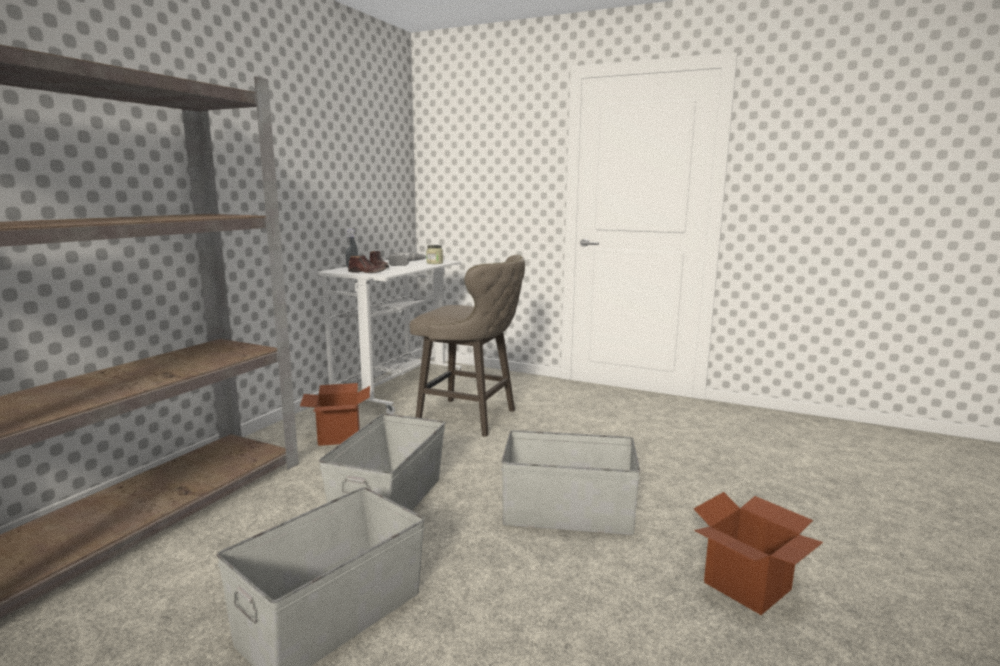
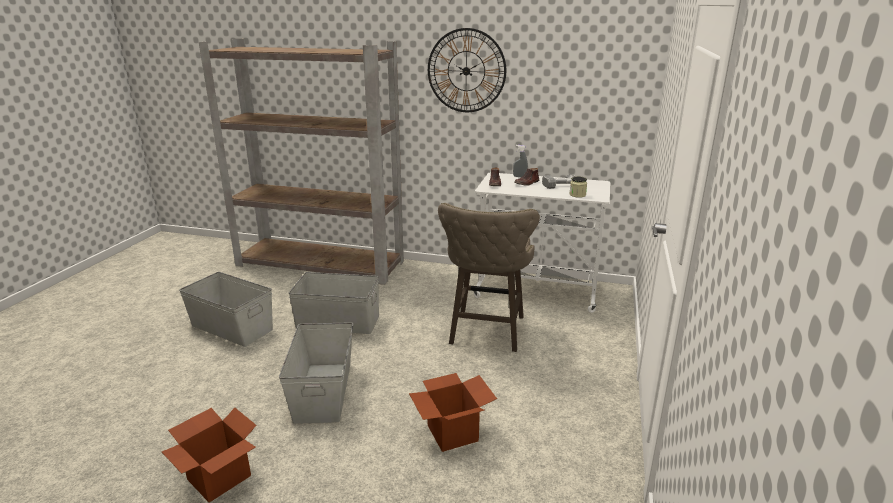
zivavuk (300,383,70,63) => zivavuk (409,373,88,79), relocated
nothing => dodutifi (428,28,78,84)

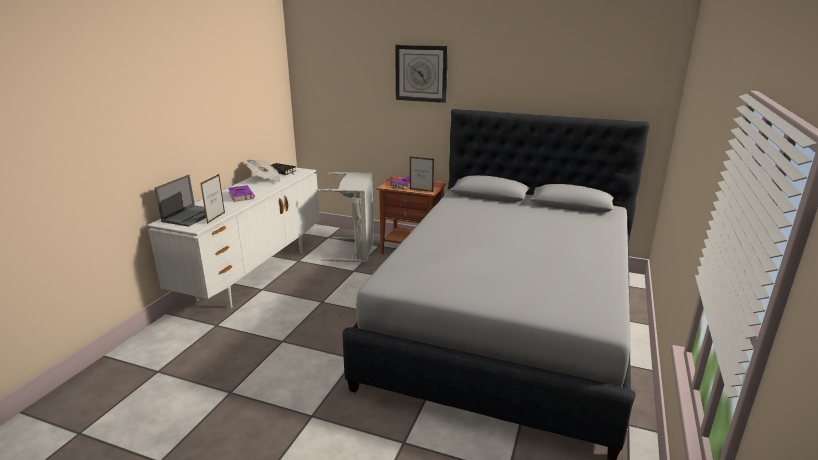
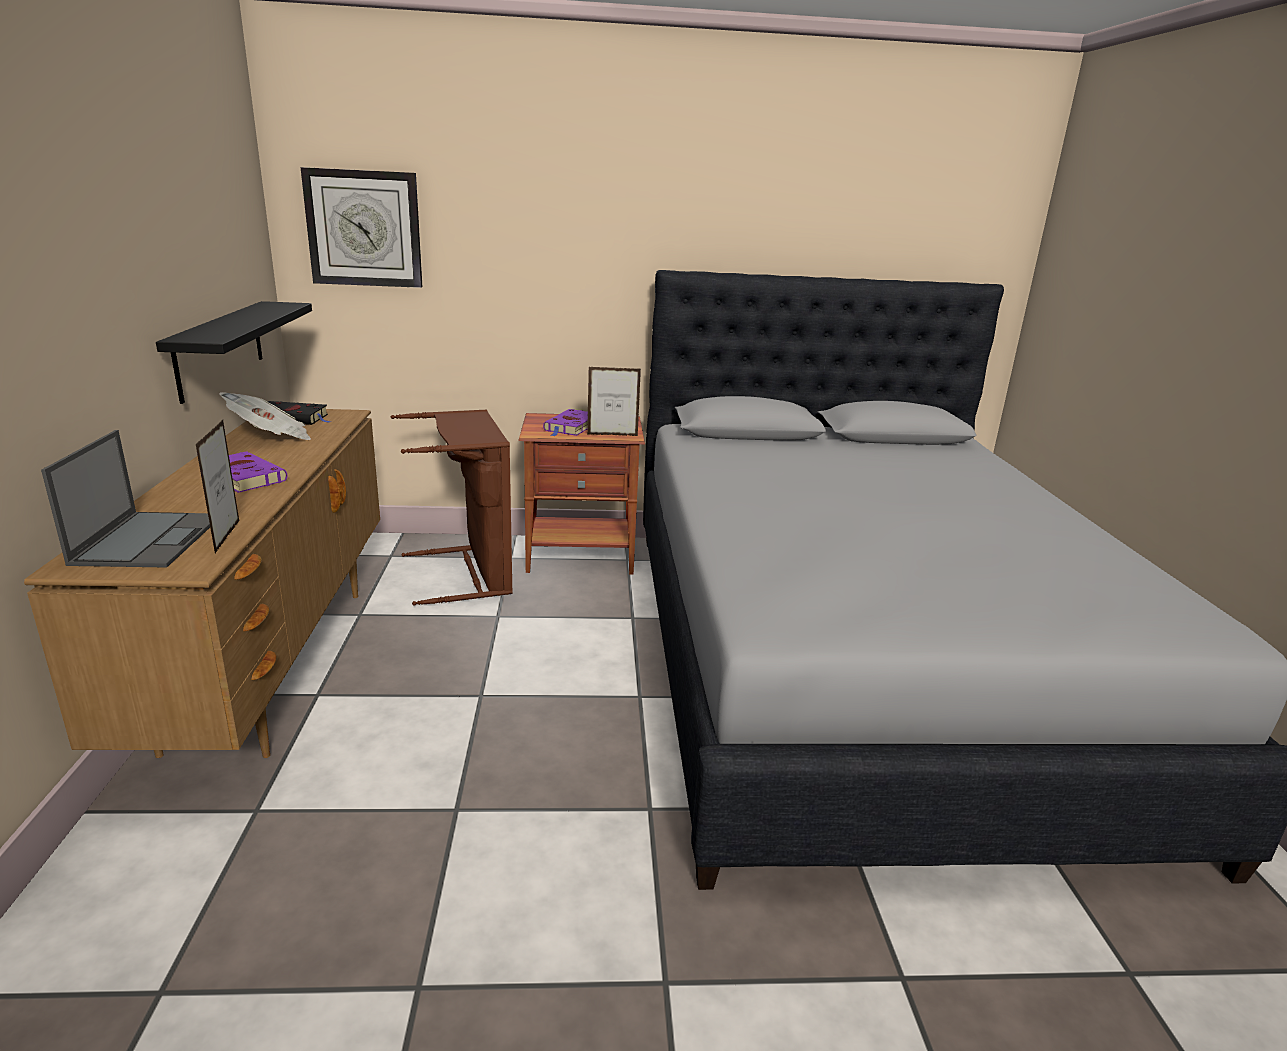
dodutifi (395,45,53,58) => dodutifi (300,167,123,121), relocated
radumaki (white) (147,168,173,141) => radumaki (brown) (24,409,356,349)
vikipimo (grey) (316,172,58,90) => vikipimo (brown) (391,410,122,195)
nothing => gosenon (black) (156,301,156,103)

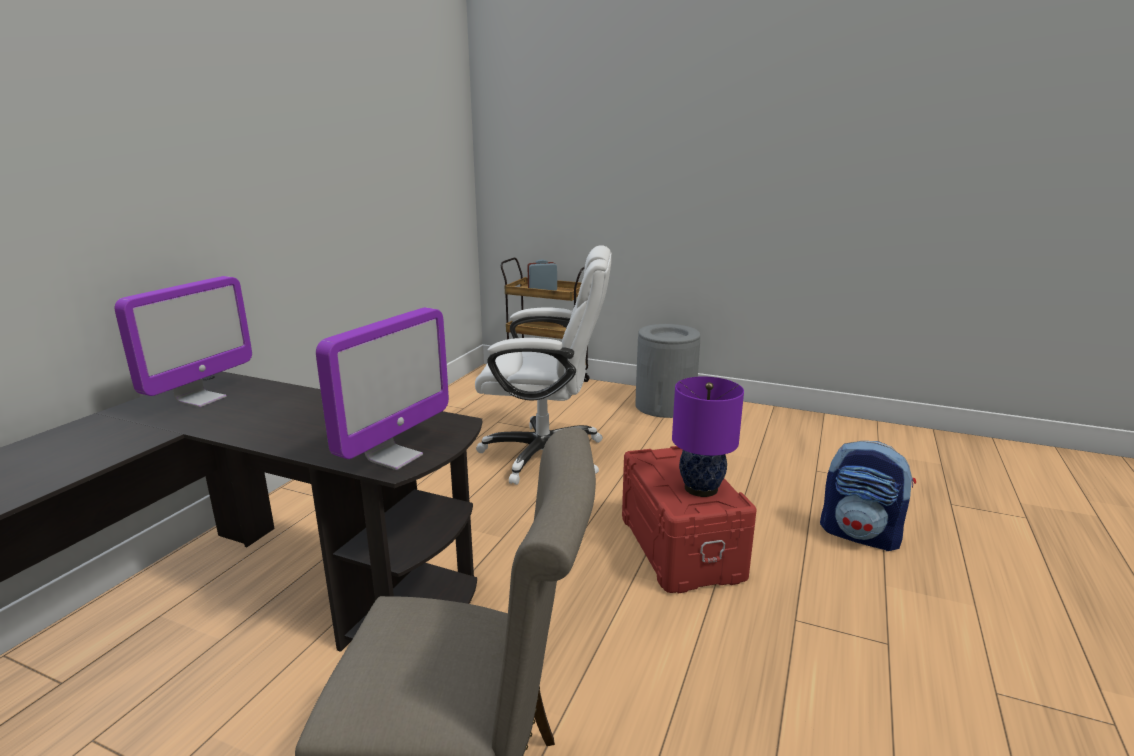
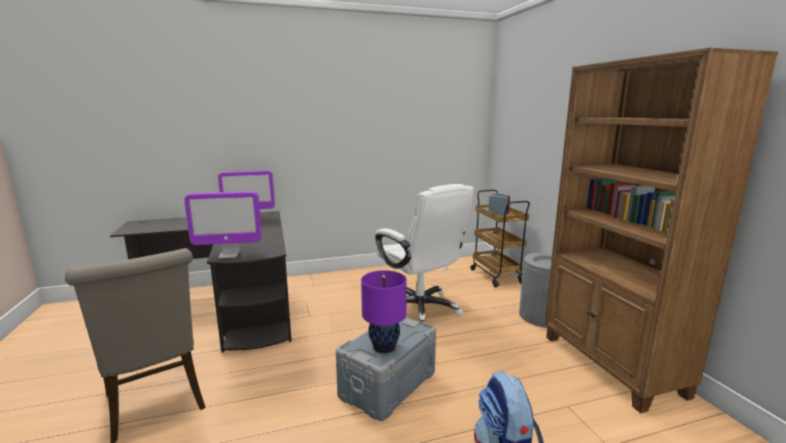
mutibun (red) (622,446,135,147) => mutibun (grey) (336,316,100,105)
nothing => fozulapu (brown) (545,48,233,365)

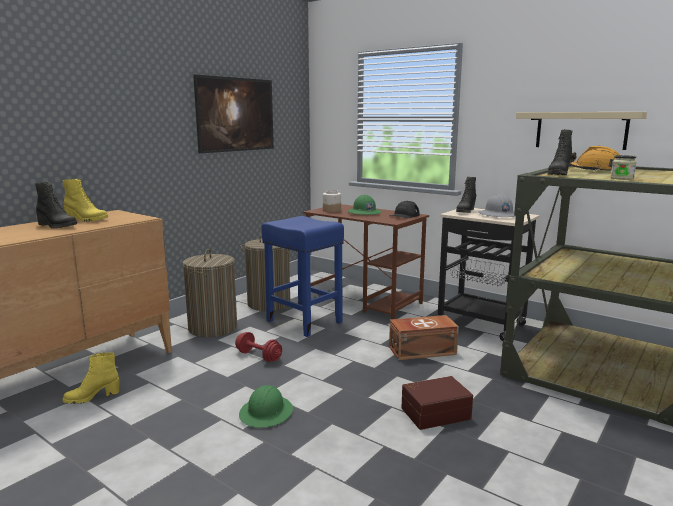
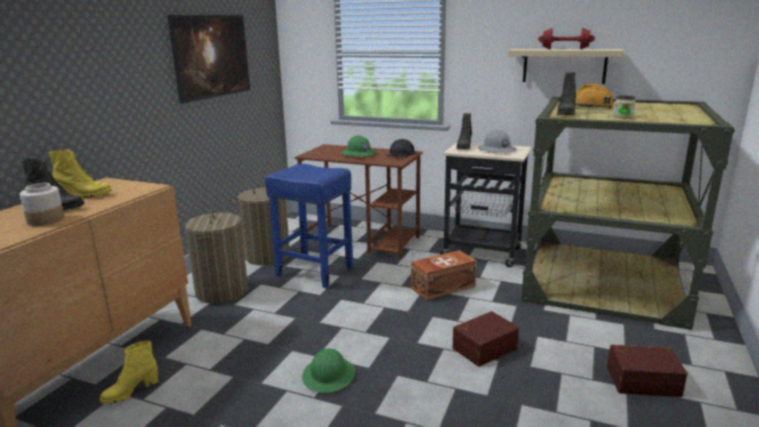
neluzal (323,190,18,22) => neluzal (20,183,45,43), relocated
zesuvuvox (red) (235,332,47,30) => zesuvuvox (red) (538,28,57,21), relocated
nothing => mutibun (brown) (607,345,81,52)

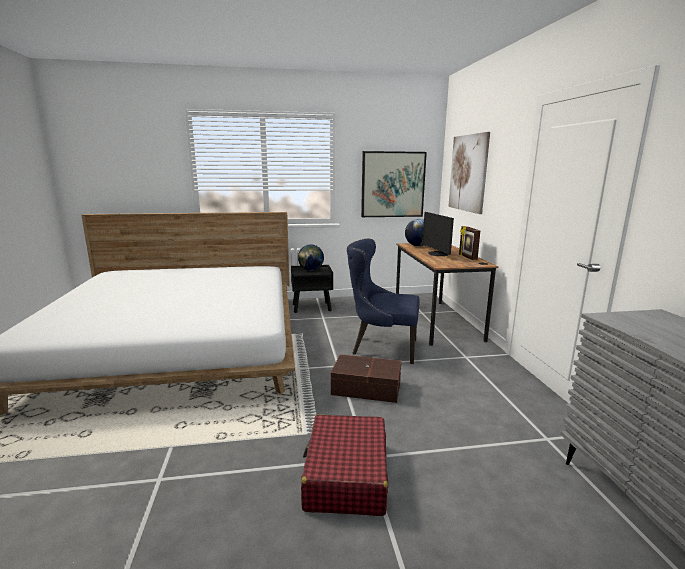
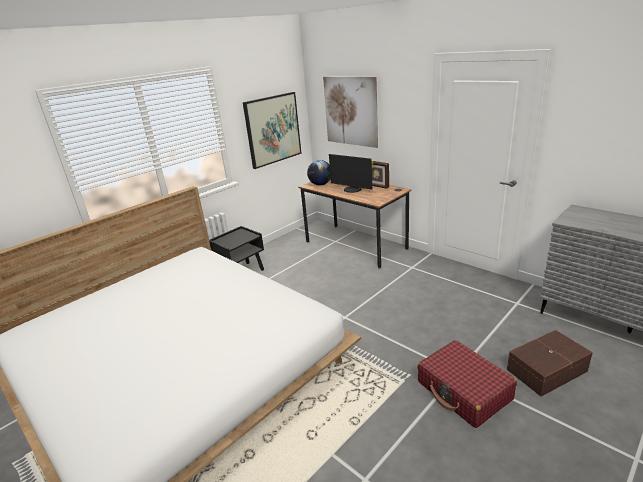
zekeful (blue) (347,239,73,125) => nothing
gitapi (298,245,26,26) => nothing
mutibun (brown) (331,354,70,49) => mutibun (brown) (507,330,86,66), relocated

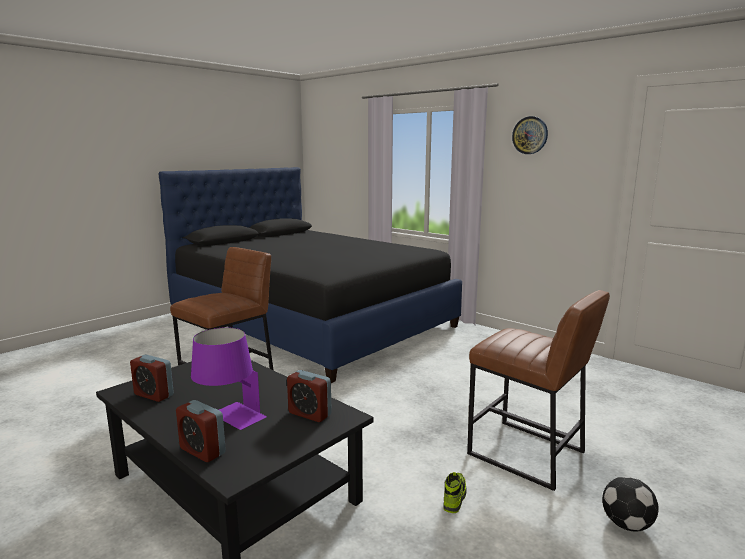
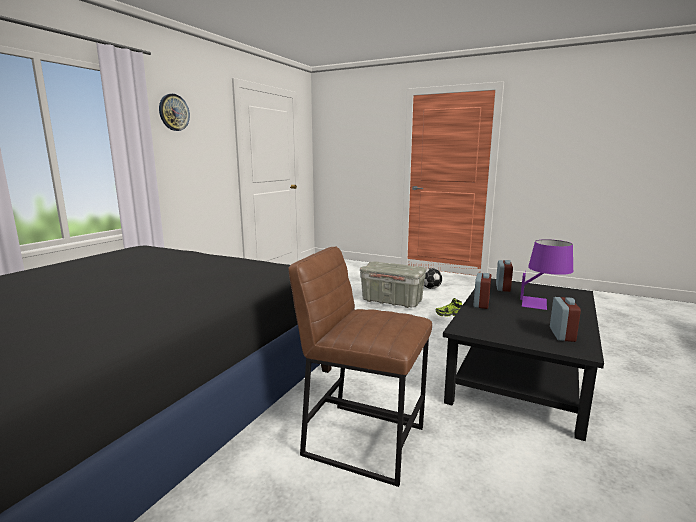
zekeful (brown) (467,290,143,201) => mutibun (grey) (360,261,66,47)
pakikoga (176,400,50,62) => pakikoga (473,273,18,36), relocated

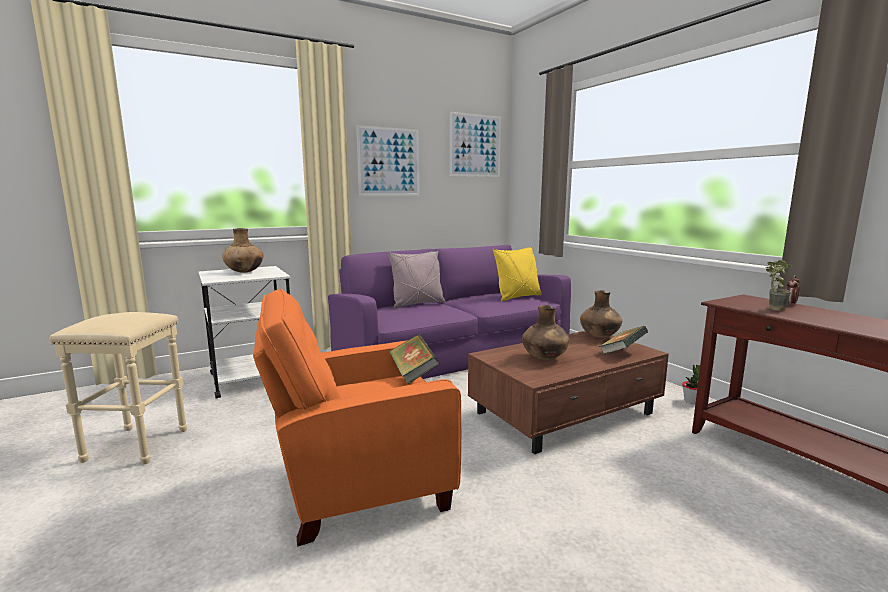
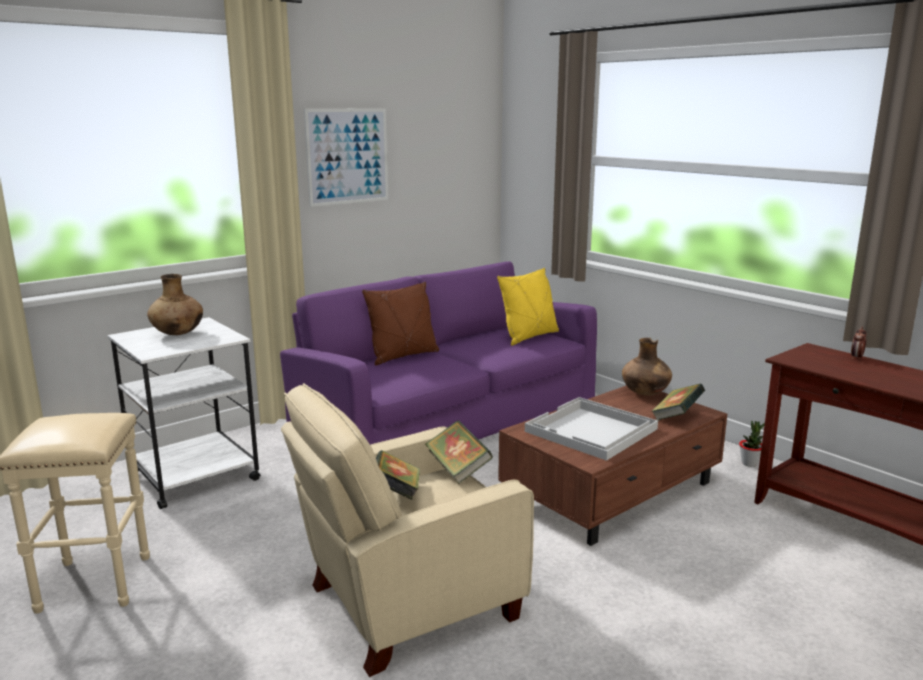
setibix (450,112,51,65) => nothing
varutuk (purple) (388,251,58,57) => varutuk (brown) (362,282,77,83)
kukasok (765,260,28,51) => nothing
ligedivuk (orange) (253,288,209,259) => ligedivuk (beige) (281,383,253,294)
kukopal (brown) (522,305,48,55) => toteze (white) (525,397,133,64)
nothing => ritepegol (376,450,44,50)

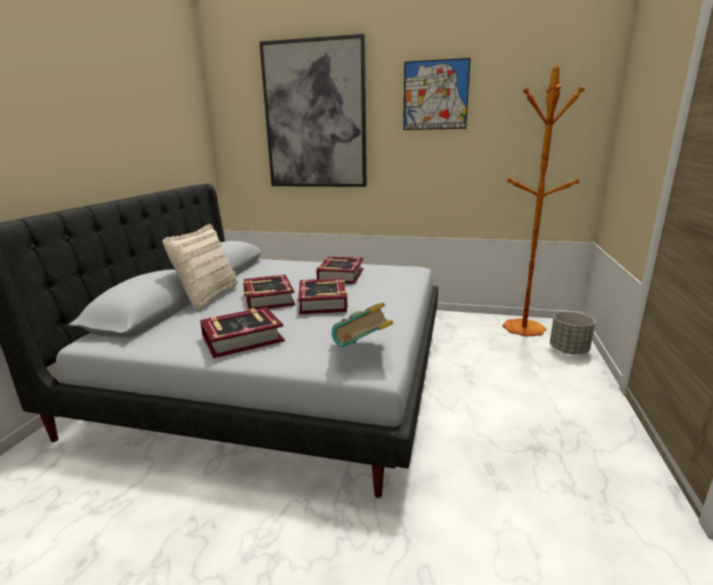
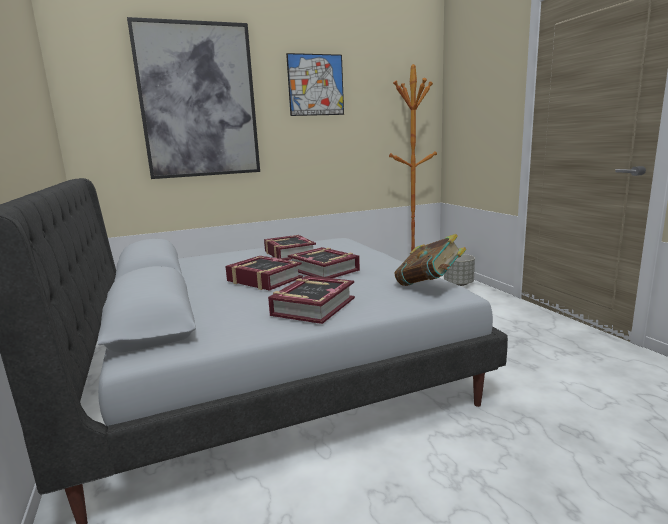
varutuk (beige) (162,224,77,87) => nothing

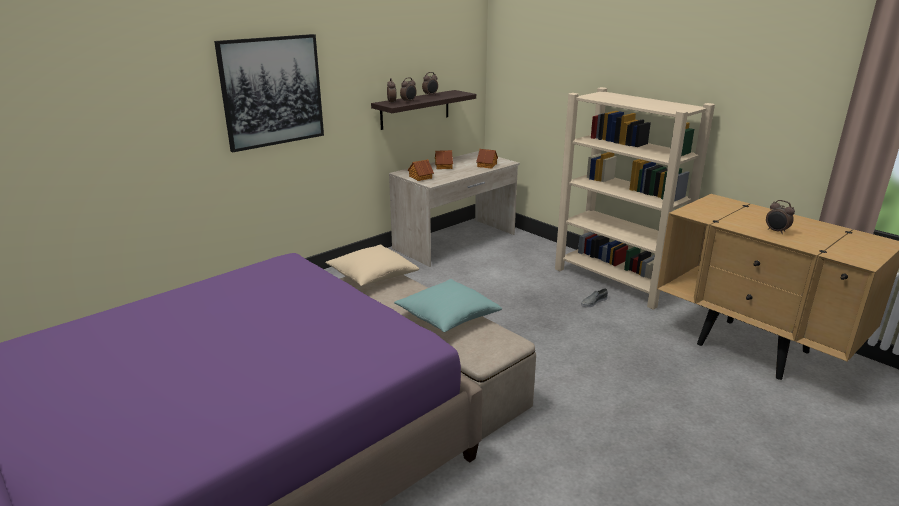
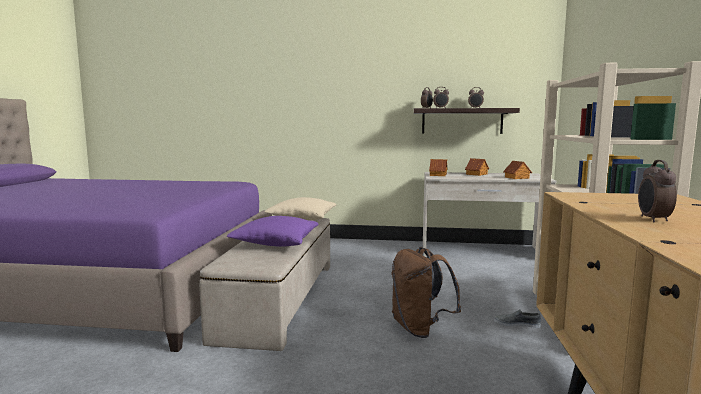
setibix (214,34,110,118) => nothing
varutuk (turquoise) (394,279,108,53) => varutuk (purple) (227,216,92,31)
nothing => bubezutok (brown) (391,247,70,91)

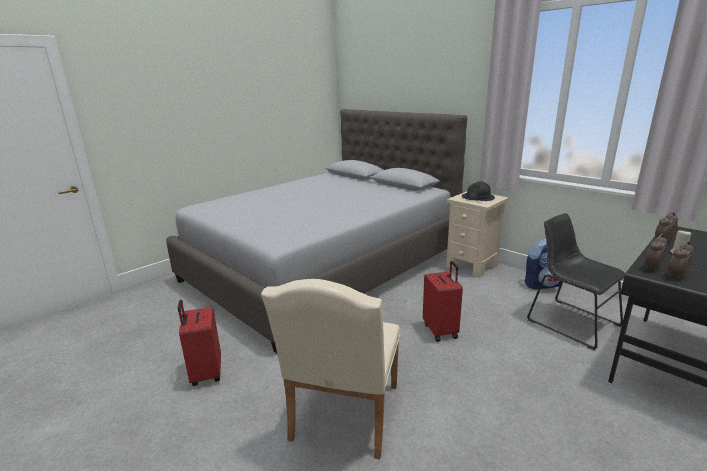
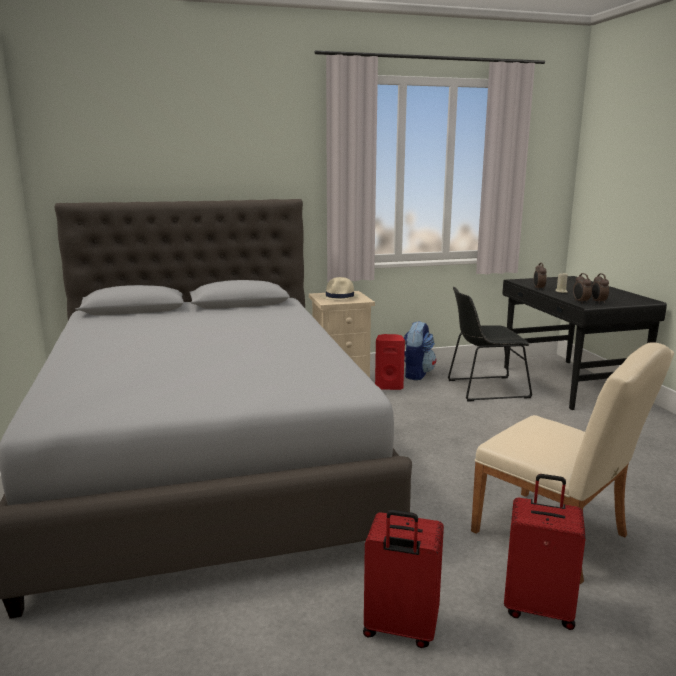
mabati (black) (462,182,33,19) => mabati (beige) (320,277,40,23)
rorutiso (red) (423,261,40,81) => rorutiso (red) (504,474,82,156), relocated
nothing => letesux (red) (375,334,30,56)

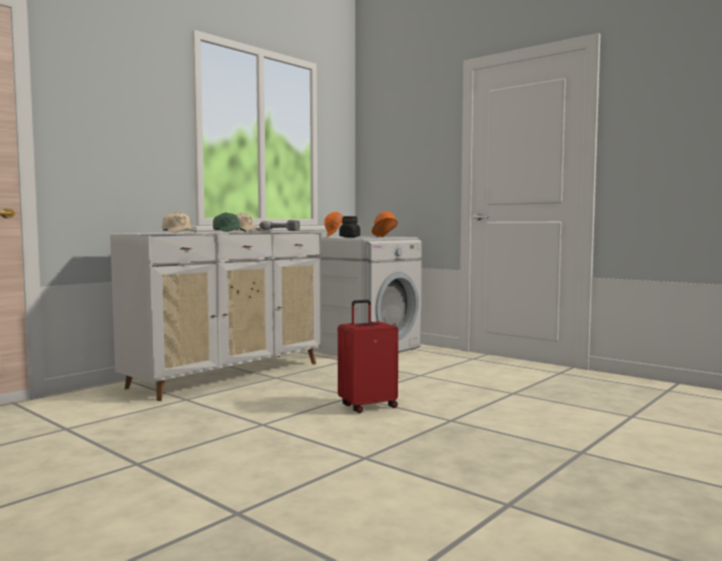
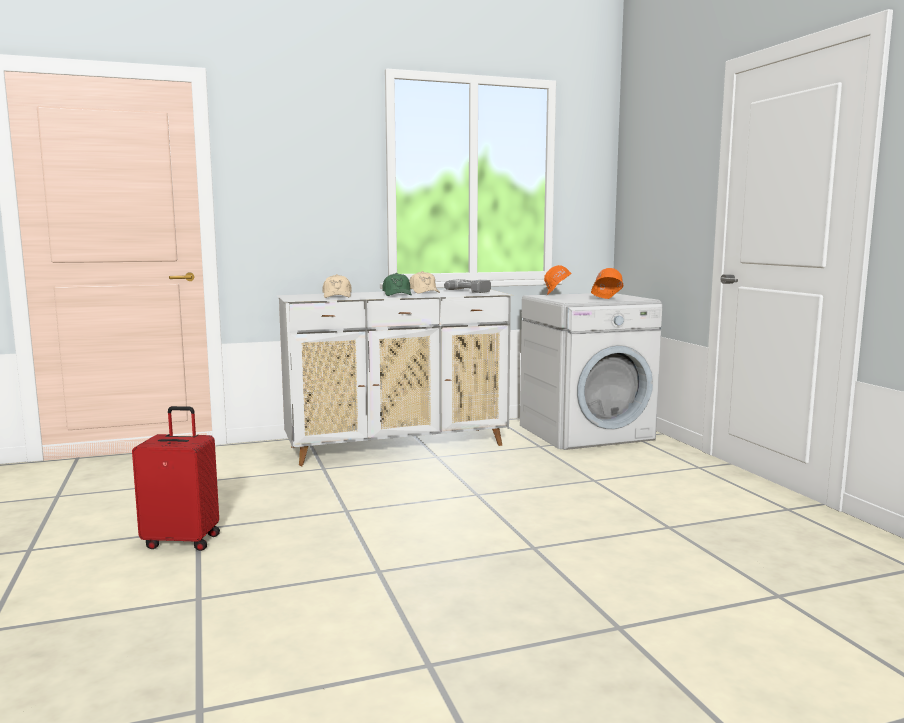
neluzal (black) (339,216,21,21) => nothing
rorutiso (red) (338,300,60,113) => rorutiso (red) (132,406,88,145), relocated

